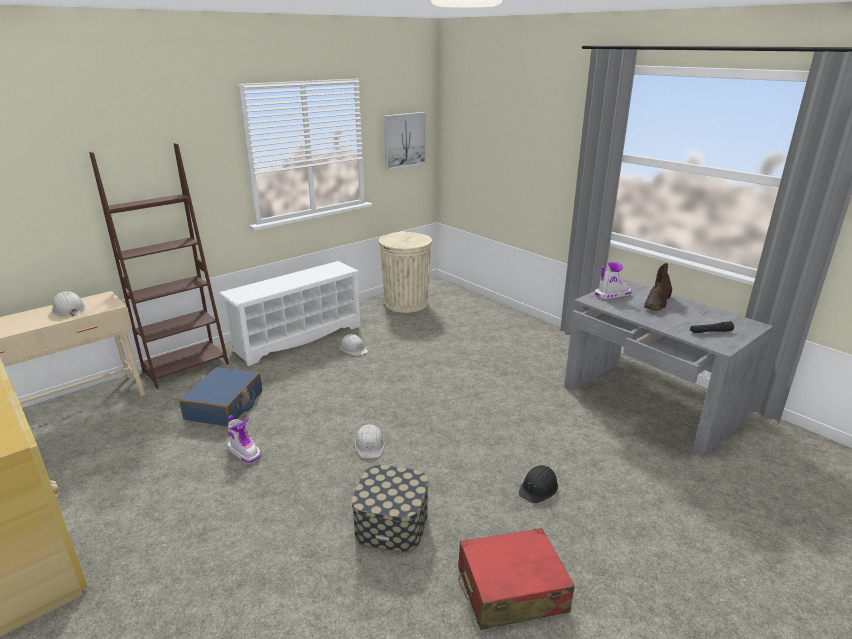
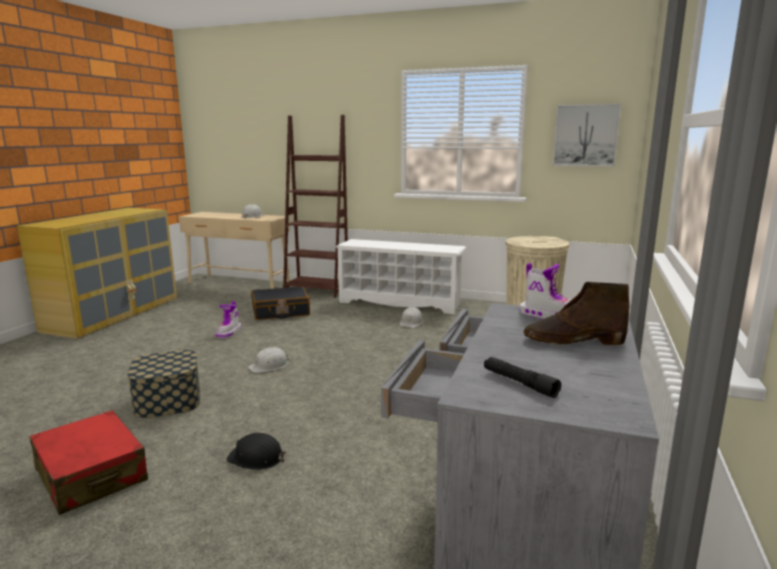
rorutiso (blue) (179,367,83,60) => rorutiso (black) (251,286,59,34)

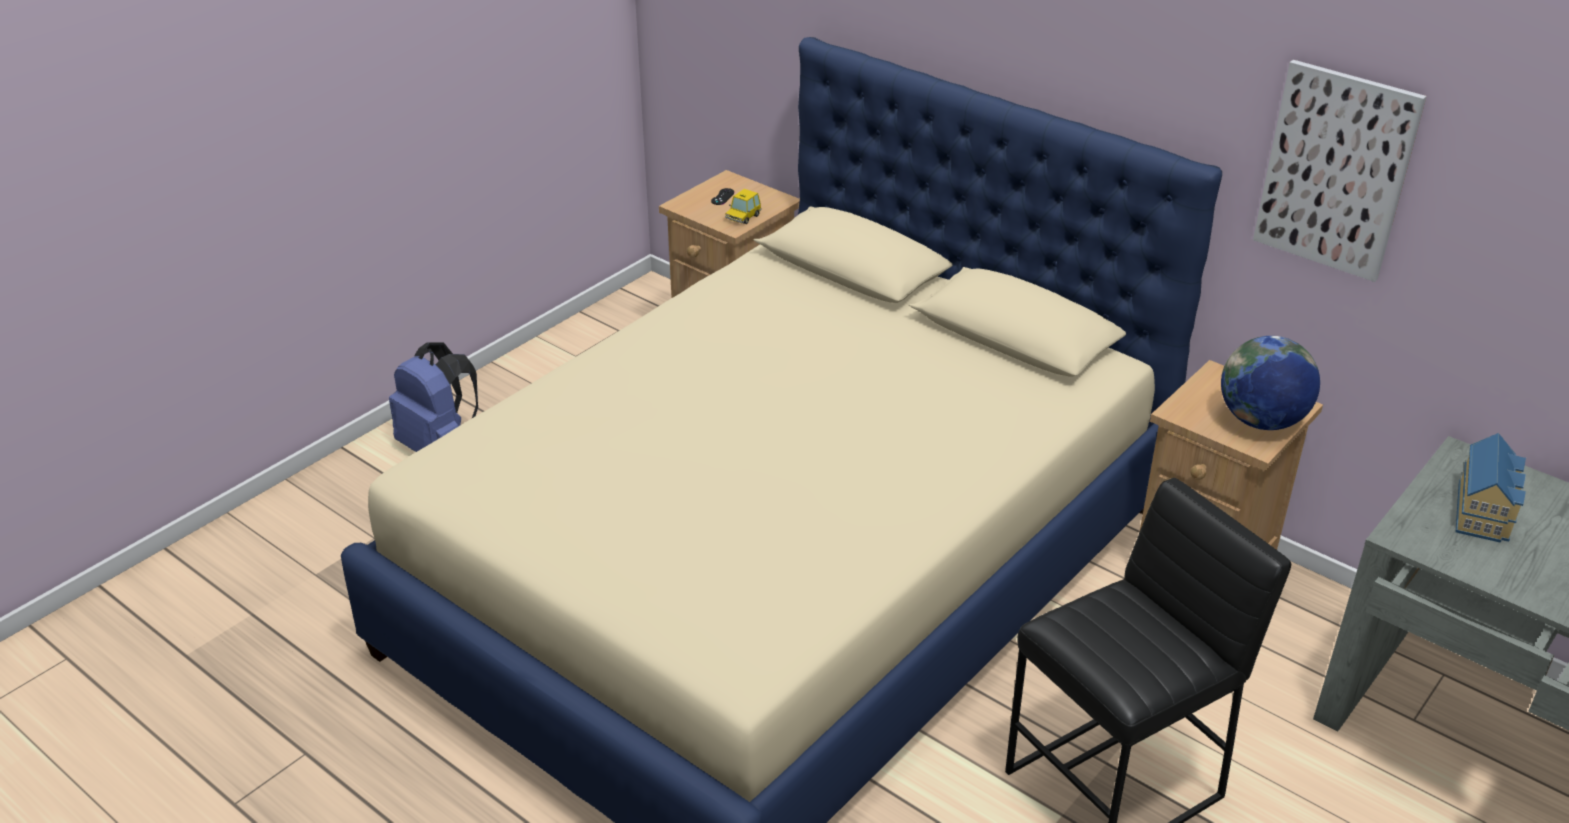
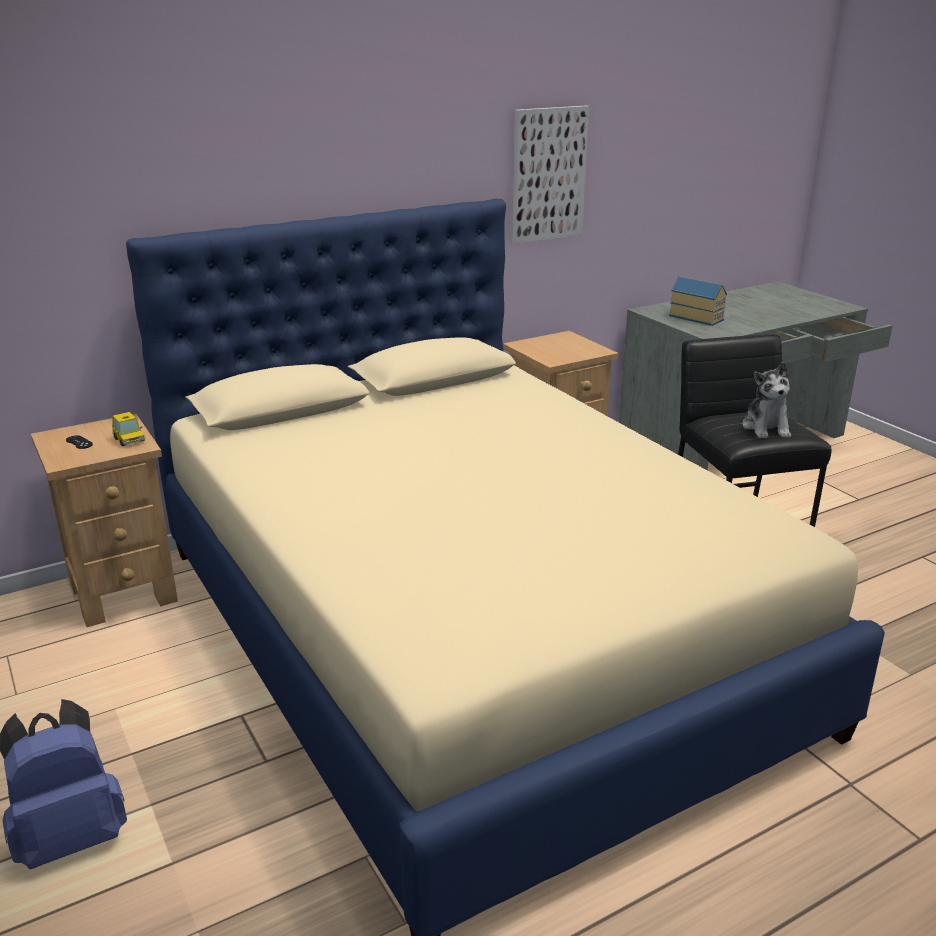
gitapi (1221,336,99,94) => nothing
nothing => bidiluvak (743,362,48,76)

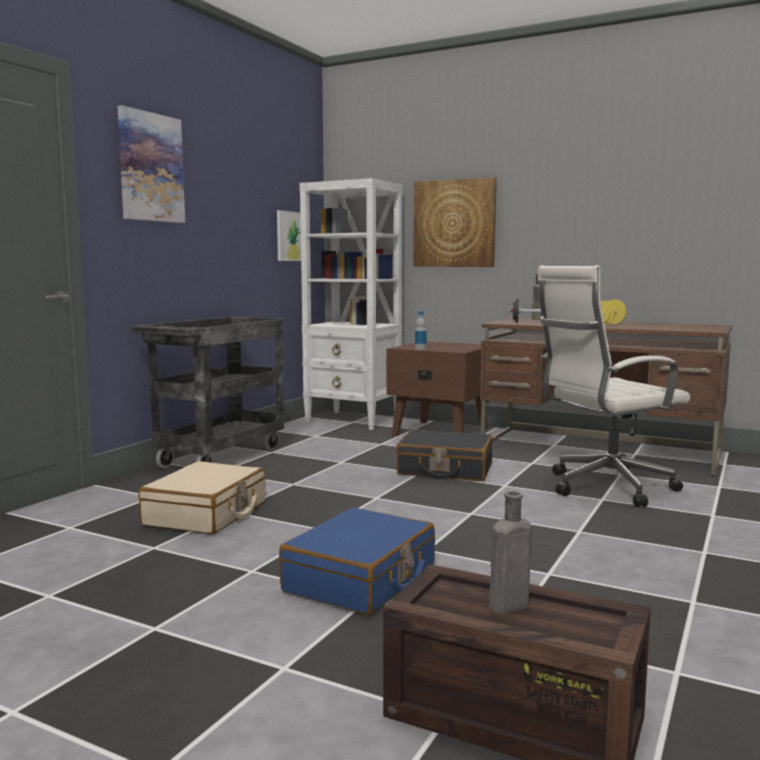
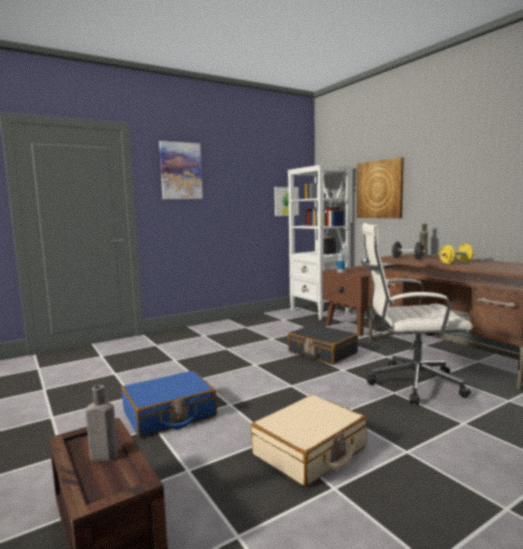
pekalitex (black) (131,317,153,151) => nothing
rorutiso (beige) (139,461,126,73) => rorutiso (beige) (251,395,116,91), relocated

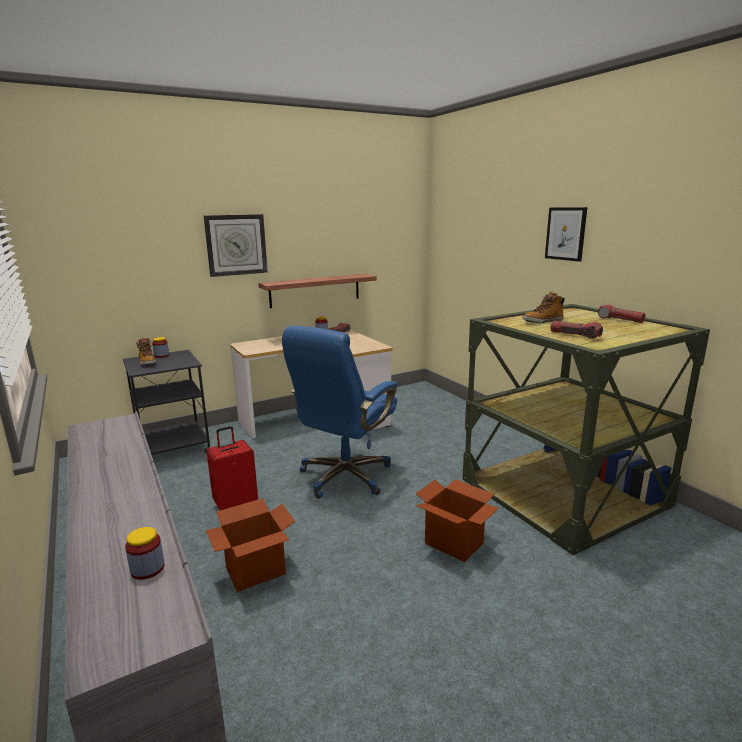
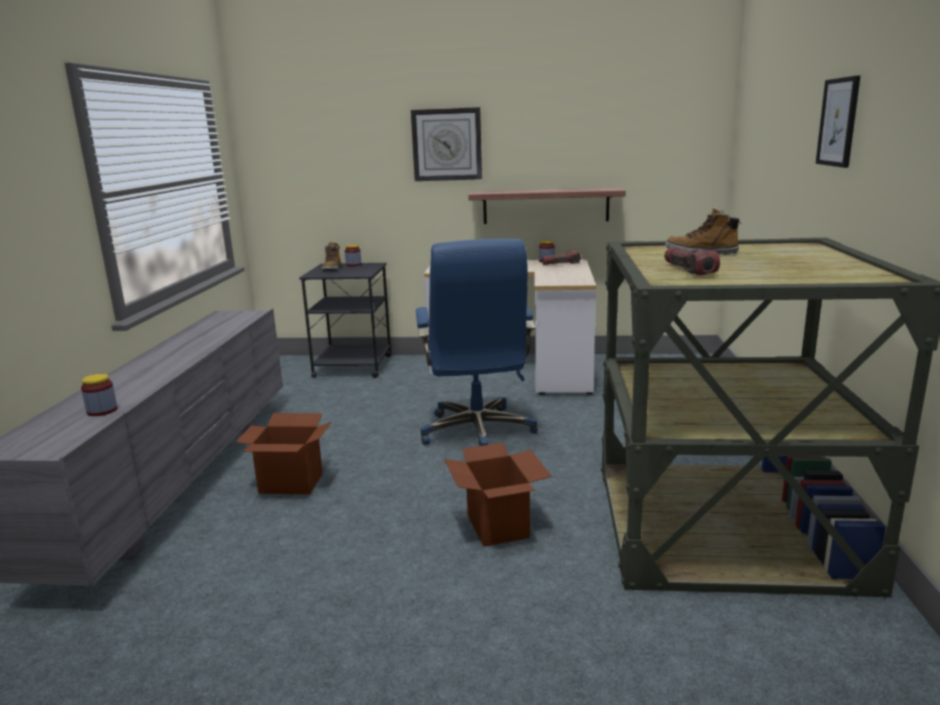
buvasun (598,304,47,19) => nothing
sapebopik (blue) (282,326,115,173) => sapebopik (blue) (416,239,122,207), 75 degrees counterclockwise
rorutiso (red) (206,426,52,84) => nothing

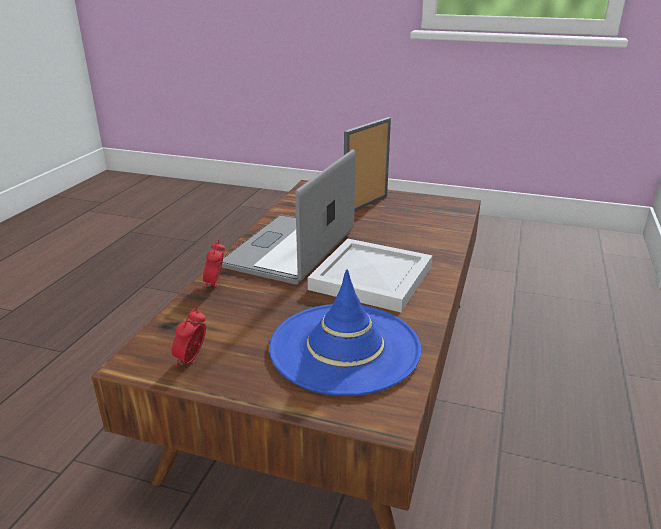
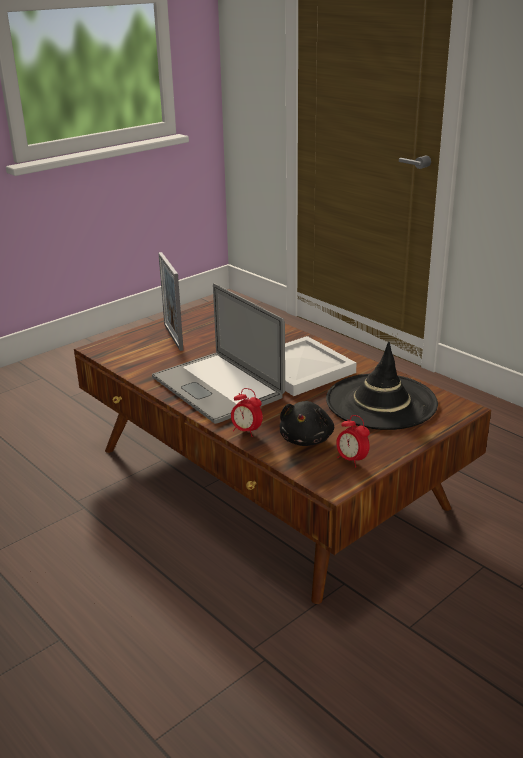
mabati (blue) (269,269,152,127) => mabati (black) (326,342,112,88)
nothing => bidiluvak (black) (280,401,54,45)

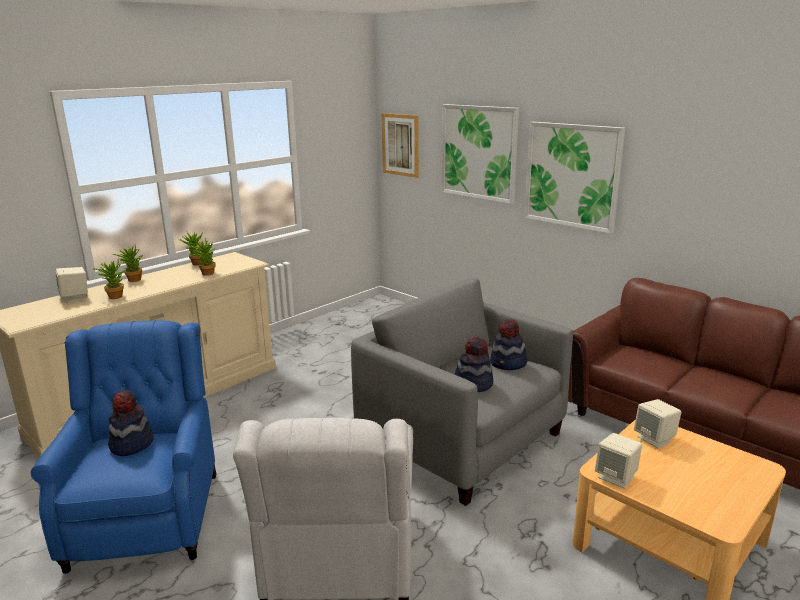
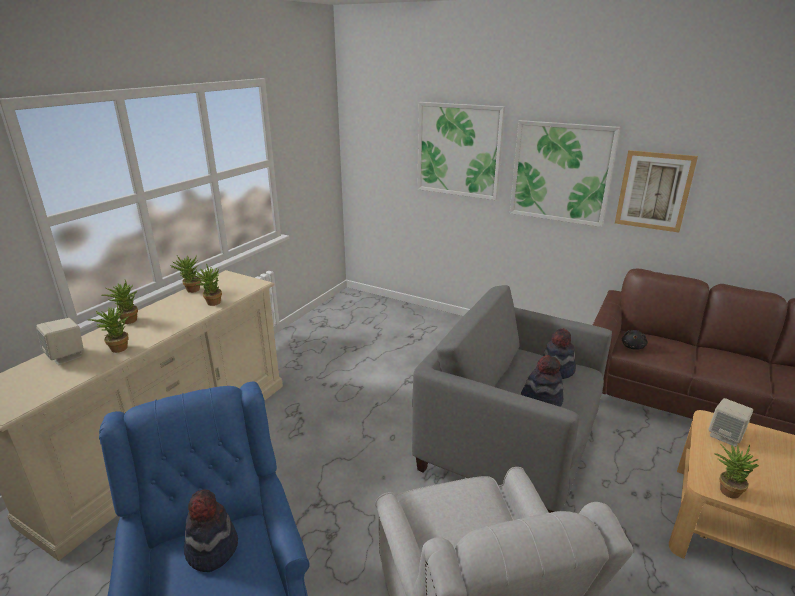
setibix (381,113,38,65) => setibix (615,150,83,83), relocated
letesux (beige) (595,433,47,56) => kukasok (715,443,44,56)
nothing => bidiluvak (black) (622,330,26,20)

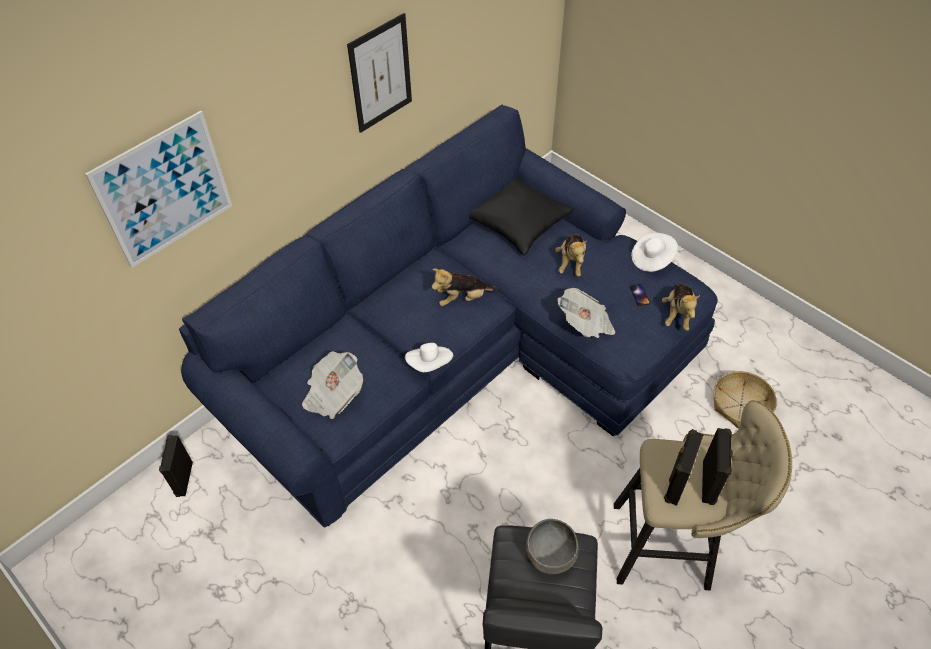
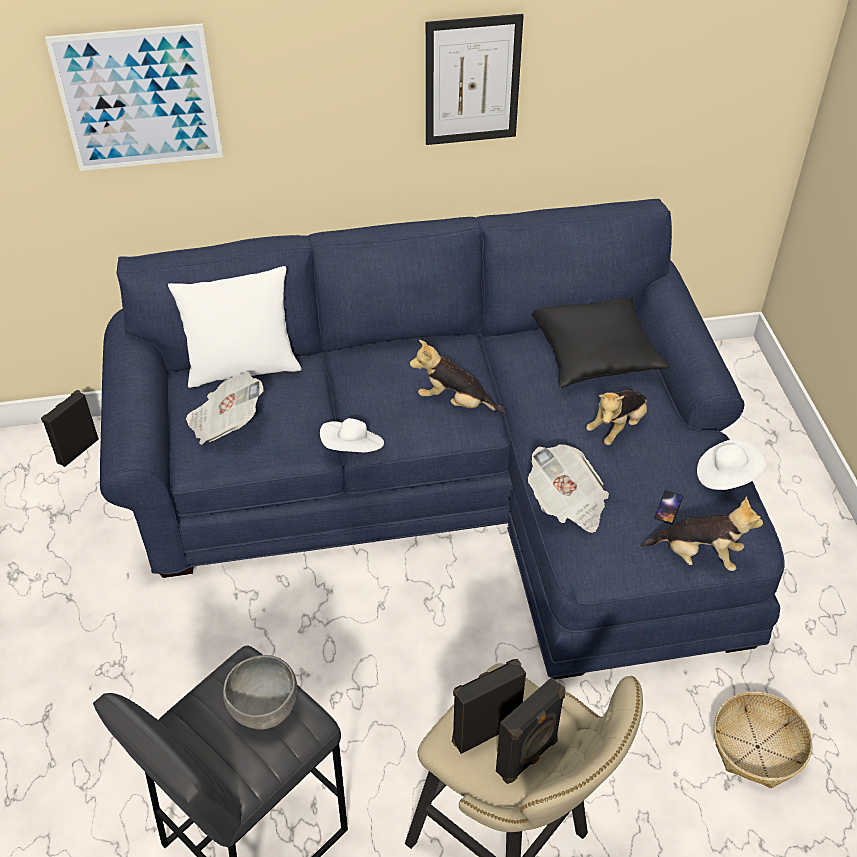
bidiluvak (662,284,38,47) => bidiluvak (640,497,123,74), 120 degrees counterclockwise
nothing => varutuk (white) (168,266,134,122)

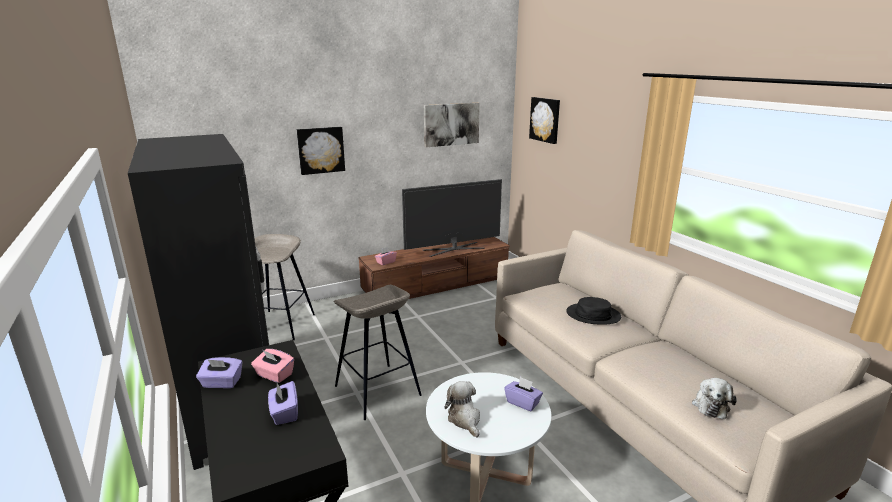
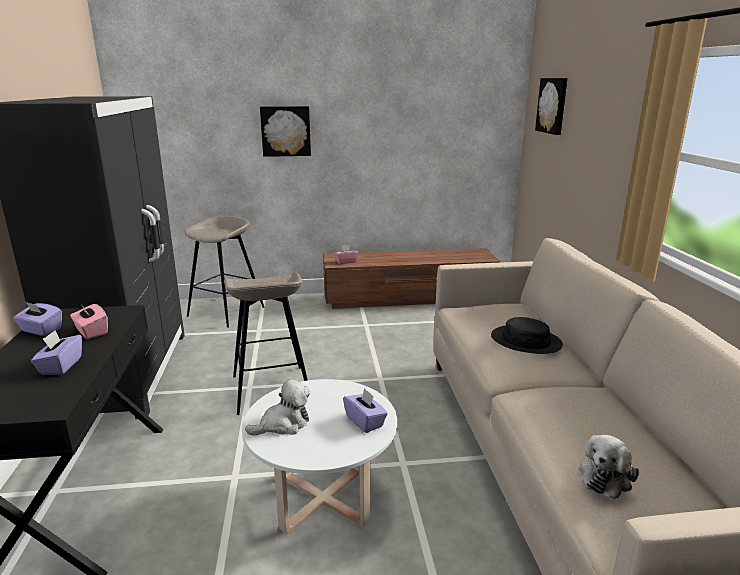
setibix (424,103,56,44) => nothing
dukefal (402,179,100,78) => nothing
bidiluvak (444,381,36,57) => bidiluvak (245,379,65,57), 60 degrees clockwise

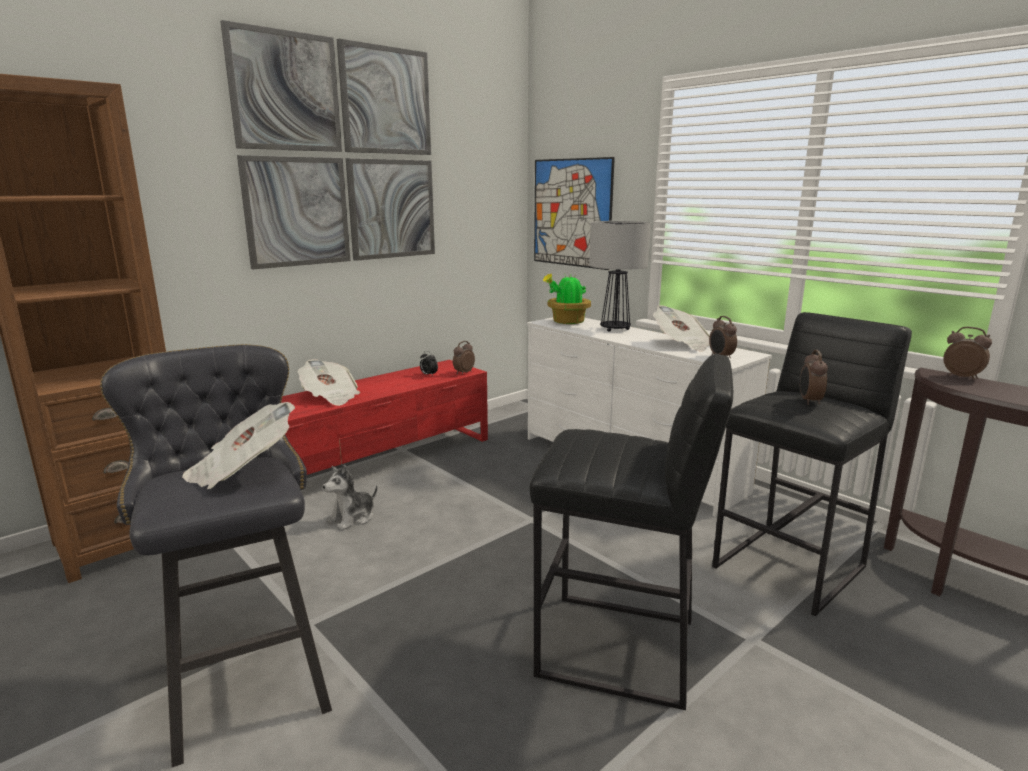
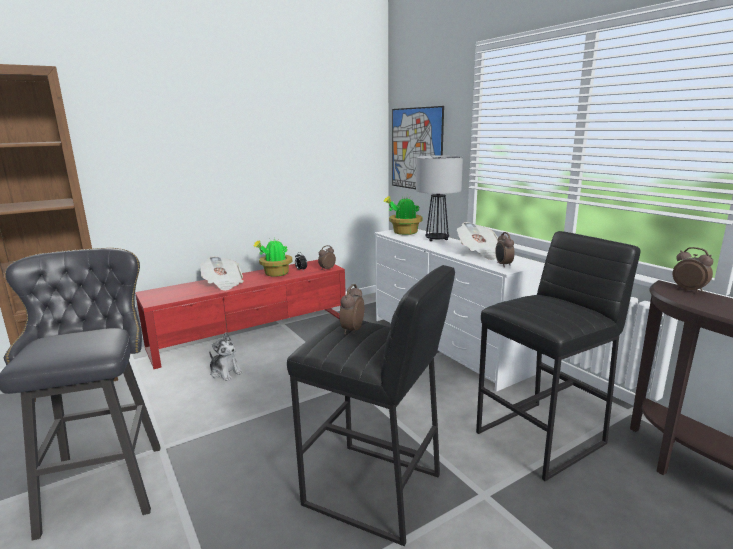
setibix (220,20,215,249) => nothing
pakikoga (800,350,28,55) => pakikoga (339,284,25,50), relocated
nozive (182,402,113,87) => nothing
bidiluvak (323,465,55,65) => bidiluvak (209,332,34,49), 105 degrees counterclockwise
nothing => kukasok (254,238,38,39)

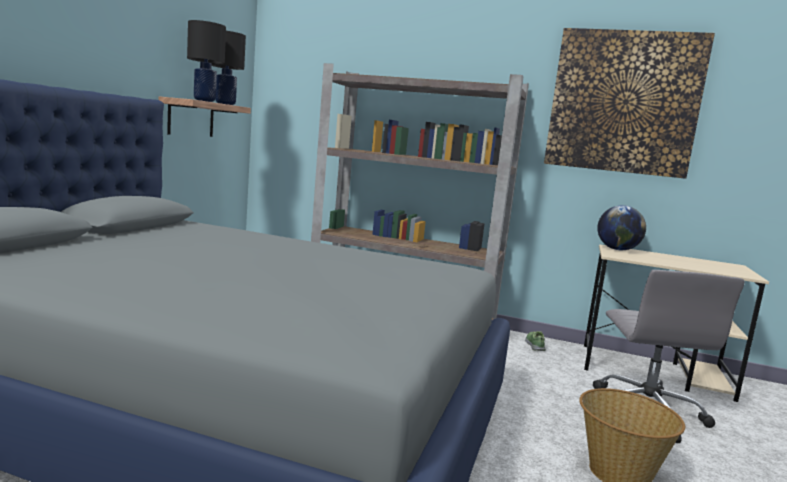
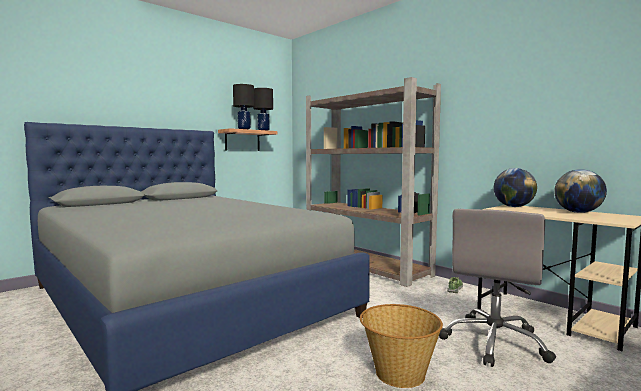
setibix (544,28,171,151) => nothing
nothing => gitapi (554,169,53,44)

